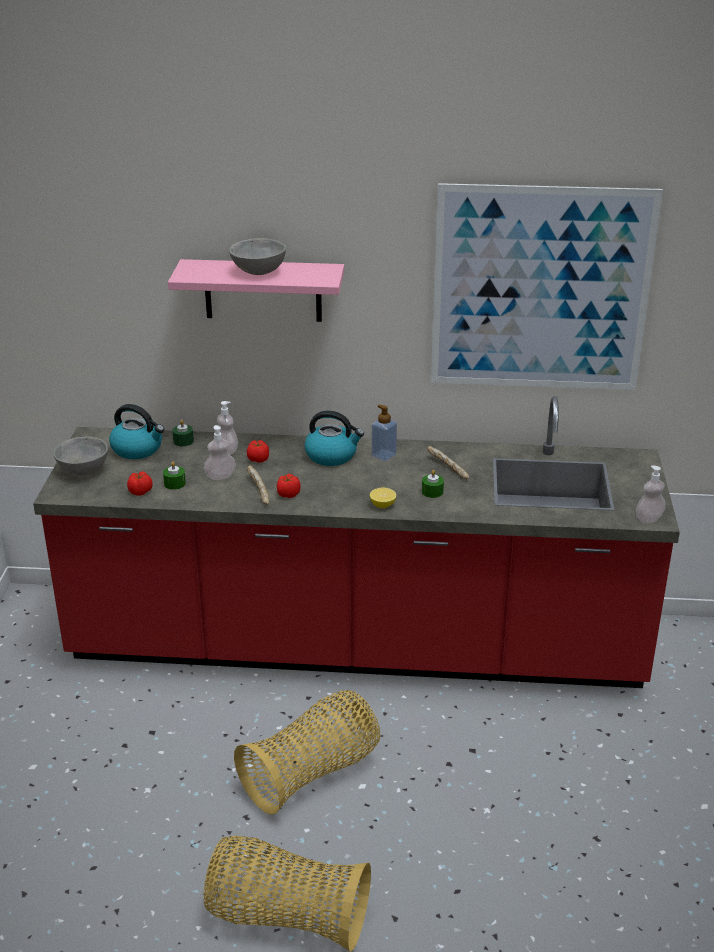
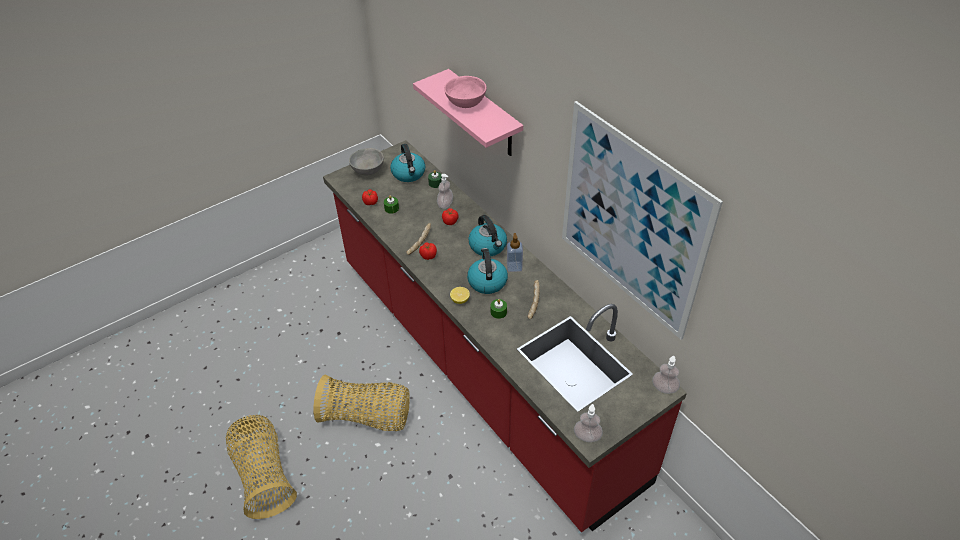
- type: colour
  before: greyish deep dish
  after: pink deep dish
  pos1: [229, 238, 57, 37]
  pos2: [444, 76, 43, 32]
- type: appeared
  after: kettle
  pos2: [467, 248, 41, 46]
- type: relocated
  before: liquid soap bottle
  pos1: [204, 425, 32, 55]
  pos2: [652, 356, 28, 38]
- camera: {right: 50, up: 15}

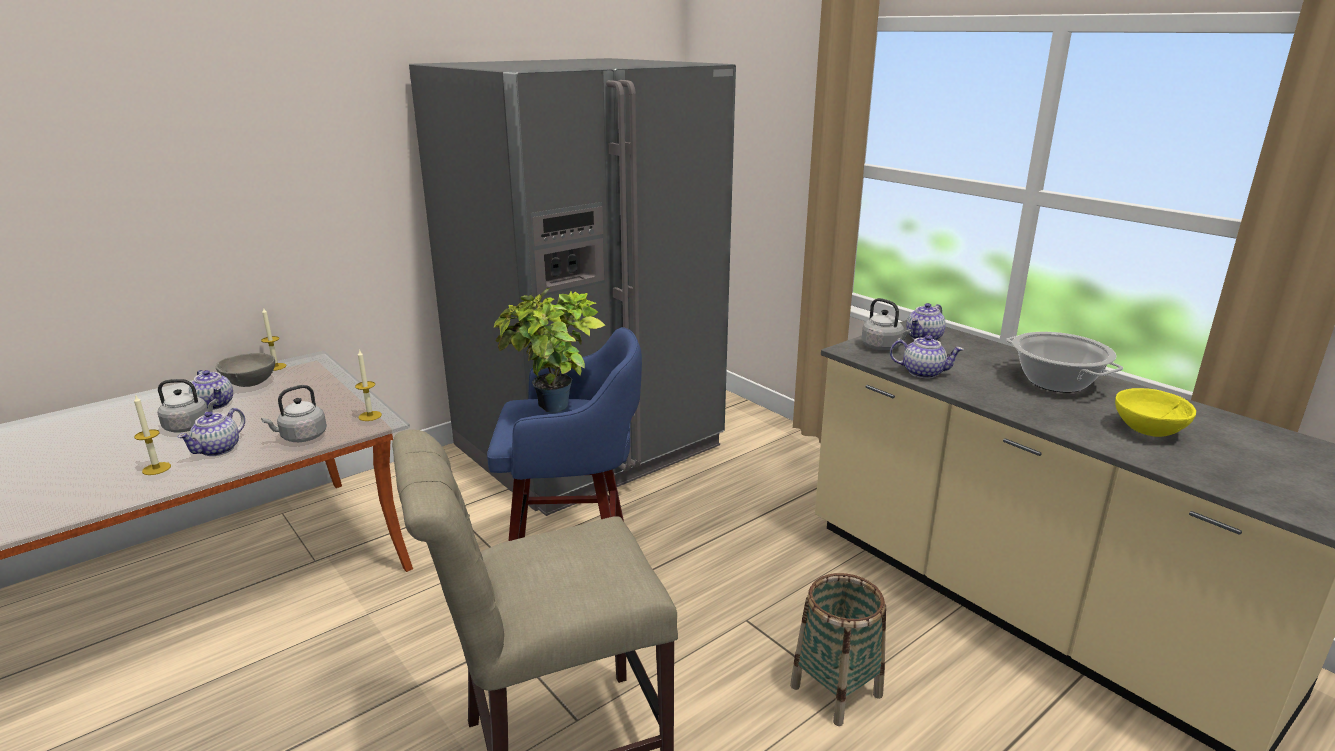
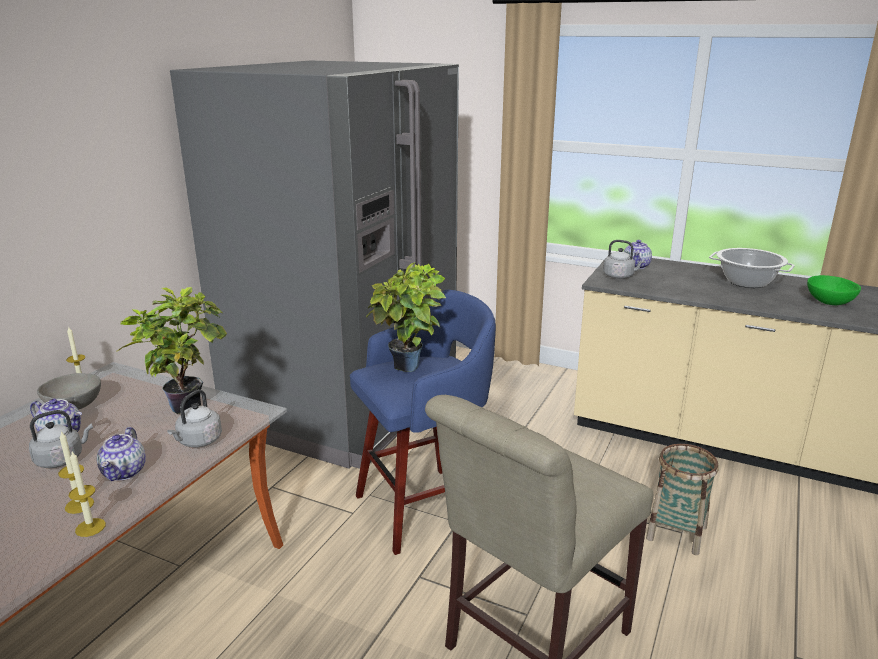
- type: relocated
  before: candle
  pos1: [355, 349, 27, 72]
  pos2: [69, 452, 37, 85]
- type: appeared
  after: houseplant
  pos2: [117, 287, 110, 127]
- type: colour
  before: yellow-coloured deep dish
  after: green deep dish
  pos1: [1115, 388, 81, 49]
  pos2: [807, 275, 54, 30]
- type: missing
  before: pot for tea
  pos1: [890, 335, 74, 44]
- camera: {right: -25, up: 0}

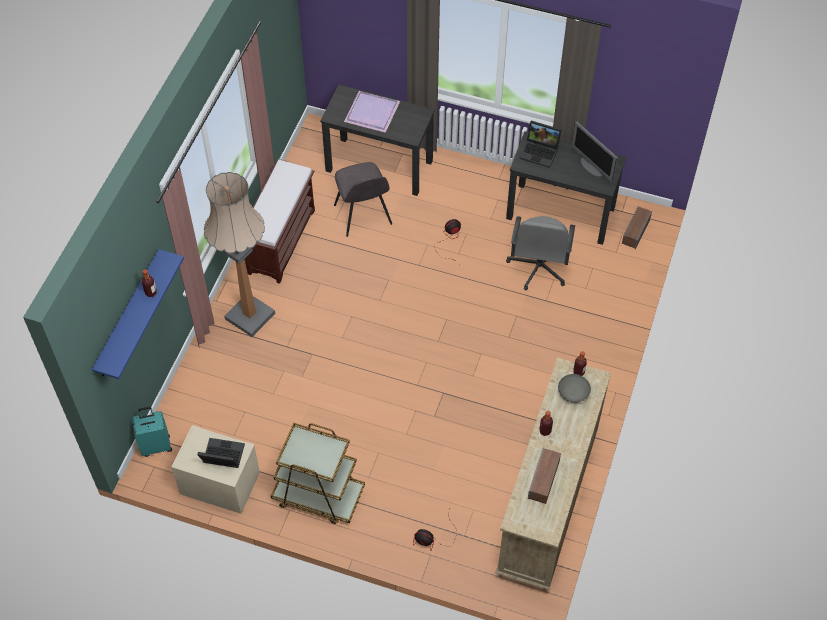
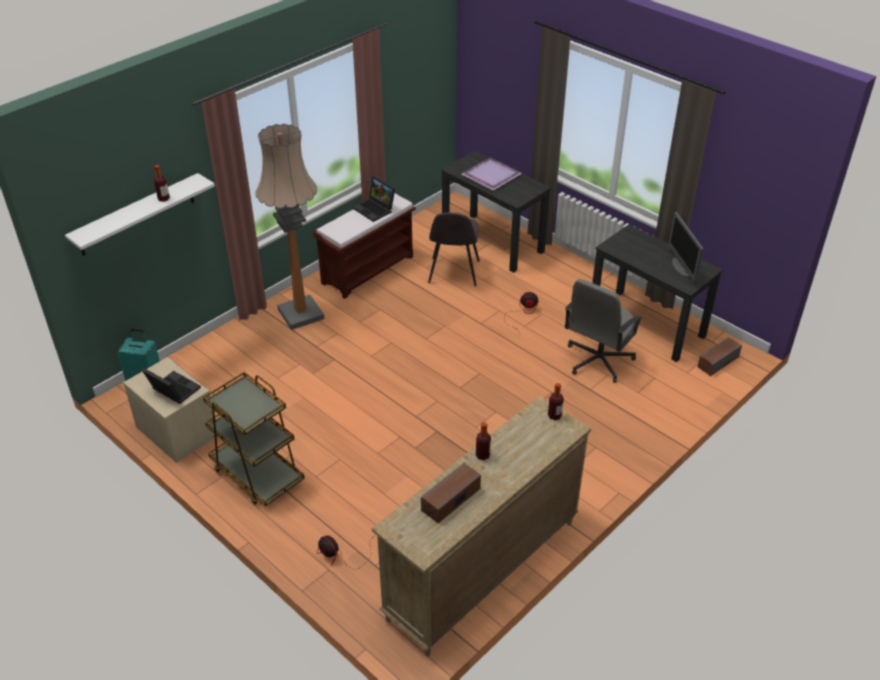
- type: colour
  before: bluish wall shelf
  after: white-coloured wall shelf
  pos1: [92, 249, 92, 130]
  pos2: [65, 173, 150, 83]
- type: relocated
  before: portable computer
  pos1: [519, 120, 43, 48]
  pos2: [353, 176, 42, 46]
- type: missing
  before: greyish deep dish
  pos1: [558, 374, 33, 29]
- camera: {right: 25, up: -15}

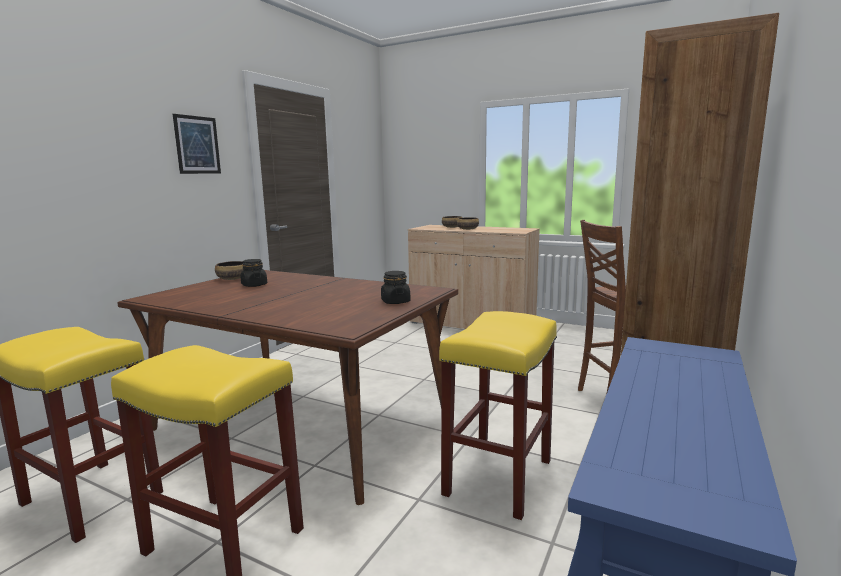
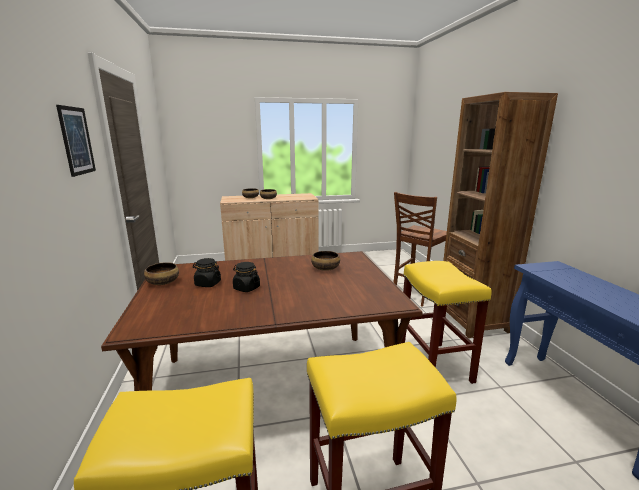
- type: relocated
  before: black-coloured storage jar
  pos1: [381, 271, 30, 33]
  pos2: [233, 262, 27, 30]
- type: appeared
  after: deep dish
  pos2: [311, 251, 29, 20]
- camera: {right: -40, up: 5}

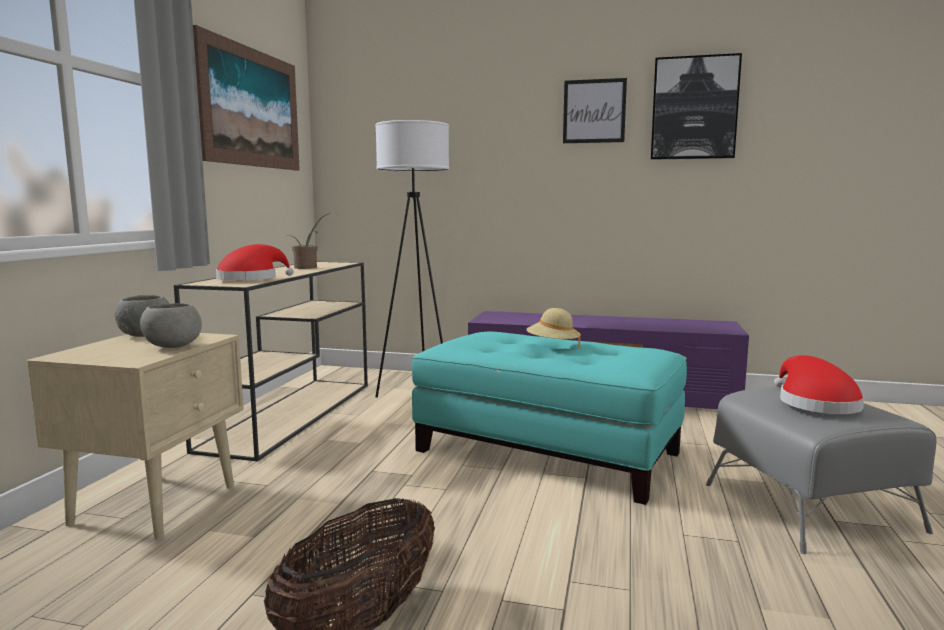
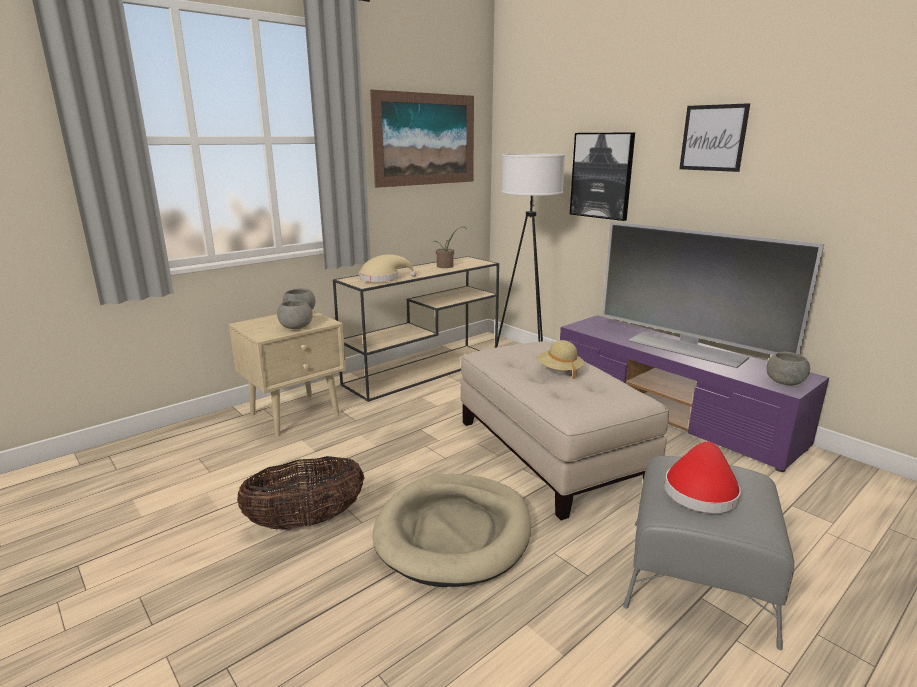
- type: colour
  before: red hat
  after: beige-coloured hat
  pos1: [216, 244, 77, 37]
  pos2: [359, 254, 57, 28]
- type: appeared
  after: beige-coloured dog bed
  pos2: [372, 474, 159, 113]
- type: colour
  before: turquoise pouffe
  after: beige-coloured pouffe
  pos1: [412, 332, 275, 173]
  pos2: [461, 341, 208, 179]
- type: relocated
  before: picture
  pos1: [651, 53, 91, 107]
  pos2: [570, 132, 65, 89]
- type: appeared
  after: TV set
  pos2: [602, 221, 222, 147]
- type: appeared
  after: greyish deep dish
  pos2: [766, 352, 44, 34]
- camera: {right: 35, up: 10}

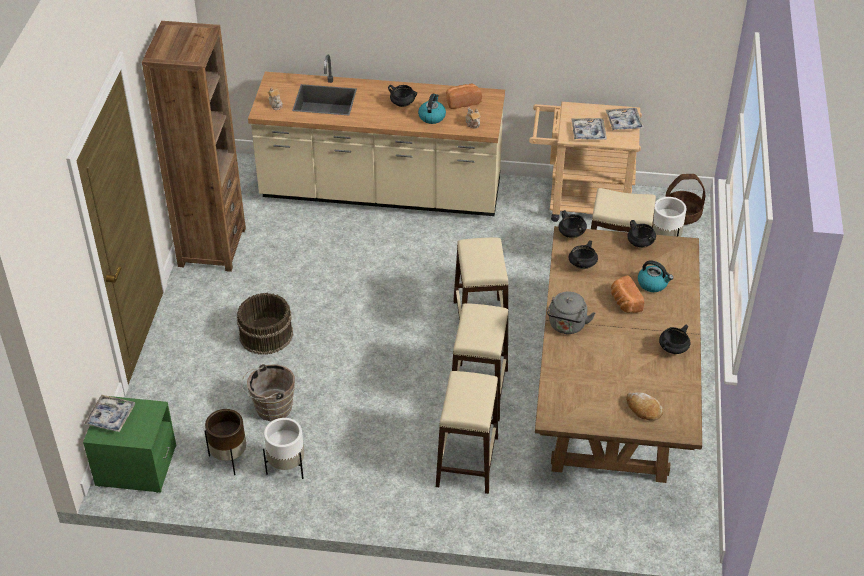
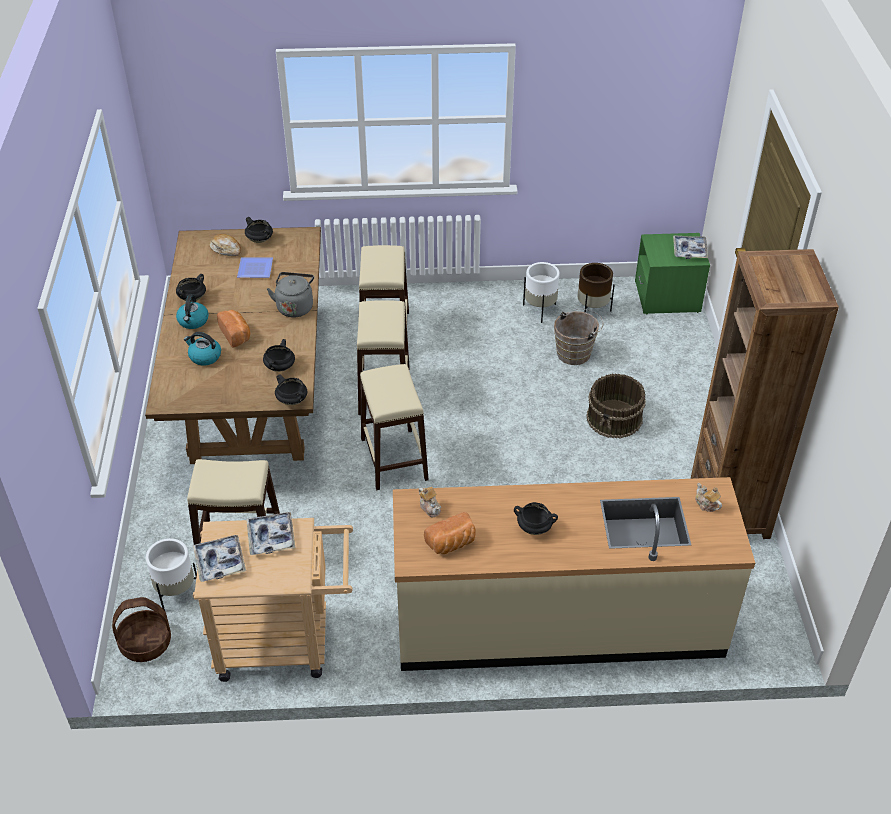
- type: relocated
  before: kettle
  pos1: [418, 94, 28, 30]
  pos2: [176, 294, 33, 35]
- type: appeared
  after: dinner plate
  pos2: [237, 257, 36, 21]
- type: relocated
  before: black-coloured cooking pot
  pos1: [628, 220, 28, 28]
  pos2: [245, 217, 28, 26]
- camera: {right: 170, up: 0}

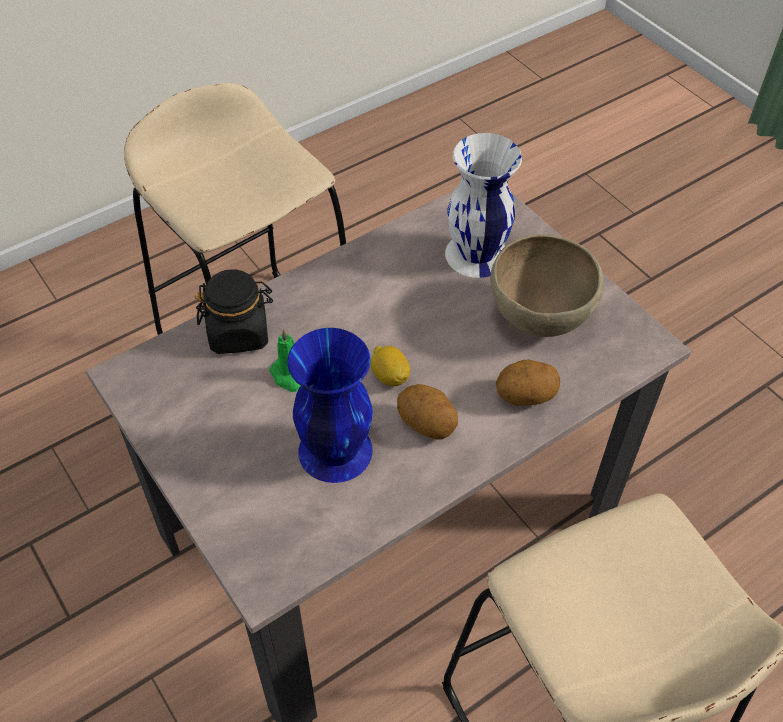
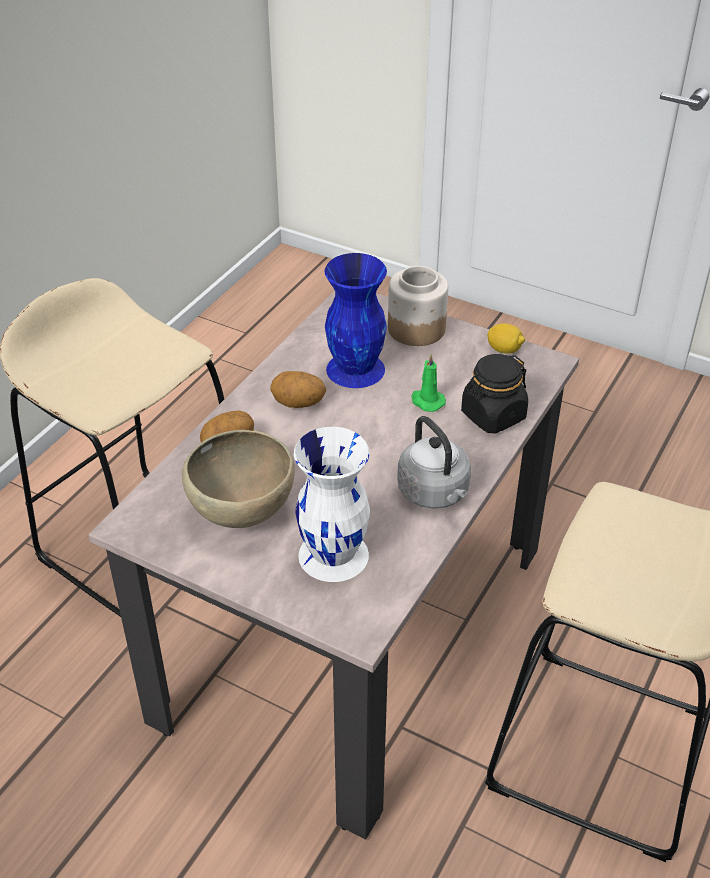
- type: appeared
  after: storage jar
  pos2: [388, 266, 60, 80]
- type: appeared
  after: greyish kettle
  pos2: [397, 416, 74, 93]
- type: relocated
  before: lemon
  pos1: [371, 346, 39, 40]
  pos2: [487, 323, 38, 31]
- camera: {right: 155, up: -10}

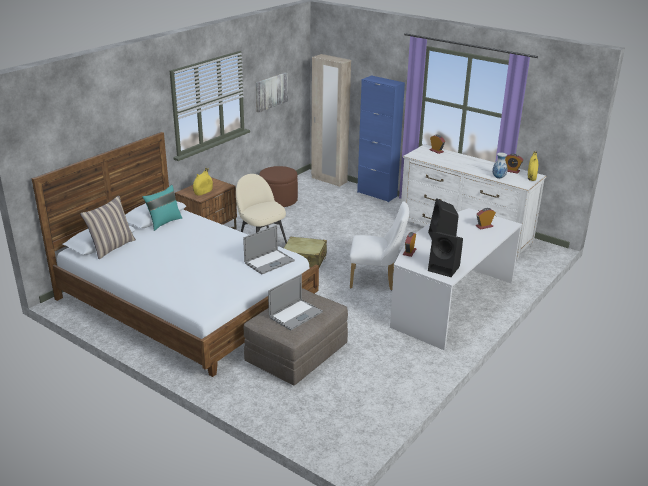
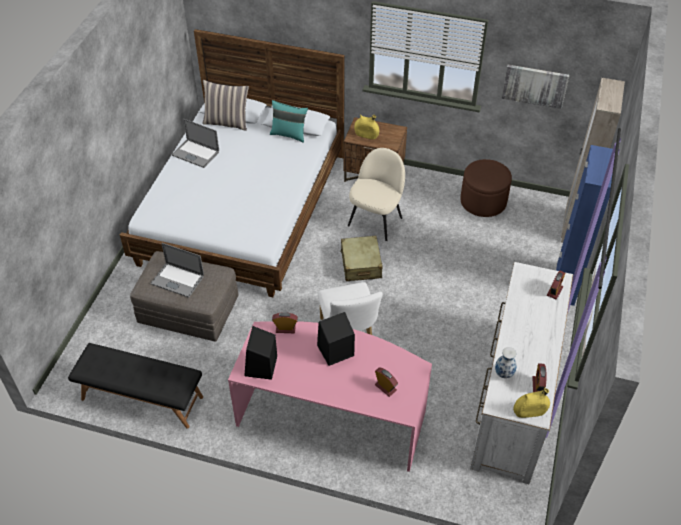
- type: appeared
  after: black-coloured indoor bench
  pos2: [68, 343, 135, 86]
- type: relocated
  before: portable computer
  pos1: [243, 225, 52, 49]
  pos2: [172, 119, 47, 49]
- type: colour
  before: white-coloured desk table
  after: pink desk table
  pos1: [390, 208, 132, 142]
  pos2: [228, 321, 204, 151]
- camera: {right: 70, up: 20}

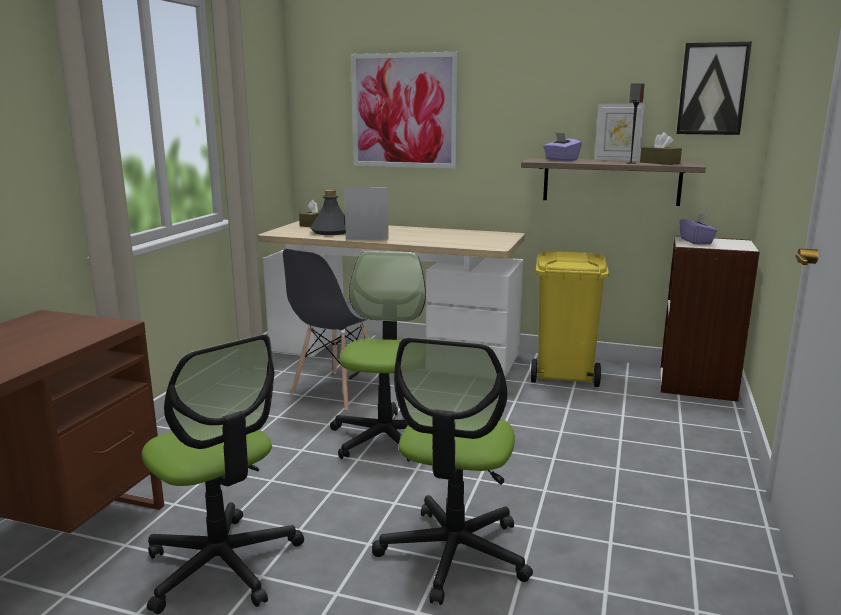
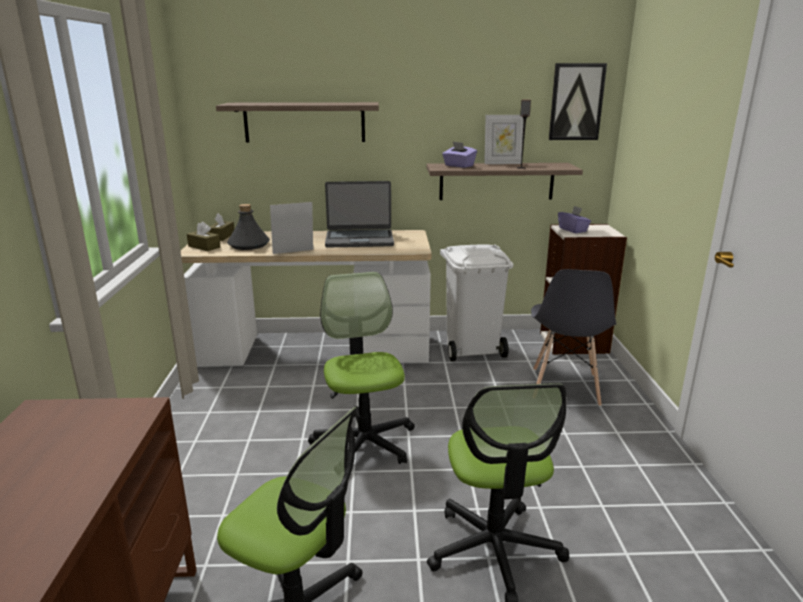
- type: relocated
  before: brown-coloured tissue box
  pos1: [640, 132, 42, 33]
  pos2: [187, 222, 34, 29]
- type: exchanged
  before: picture
  after: wall shelf
  pos1: [351, 52, 107, 117]
  pos2: [216, 102, 163, 41]
- type: appeared
  after: portable computer
  pos2: [325, 181, 69, 67]
- type: colour
  before: yellow-coloured waste bin
  after: white-coloured waste bin
  pos1: [531, 252, 78, 135]
  pos2: [440, 245, 73, 116]
- type: relocated
  before: greyish upright chair
  pos1: [283, 249, 87, 161]
  pos2: [531, 269, 85, 137]
- camera: {right: -20, up: 5}

